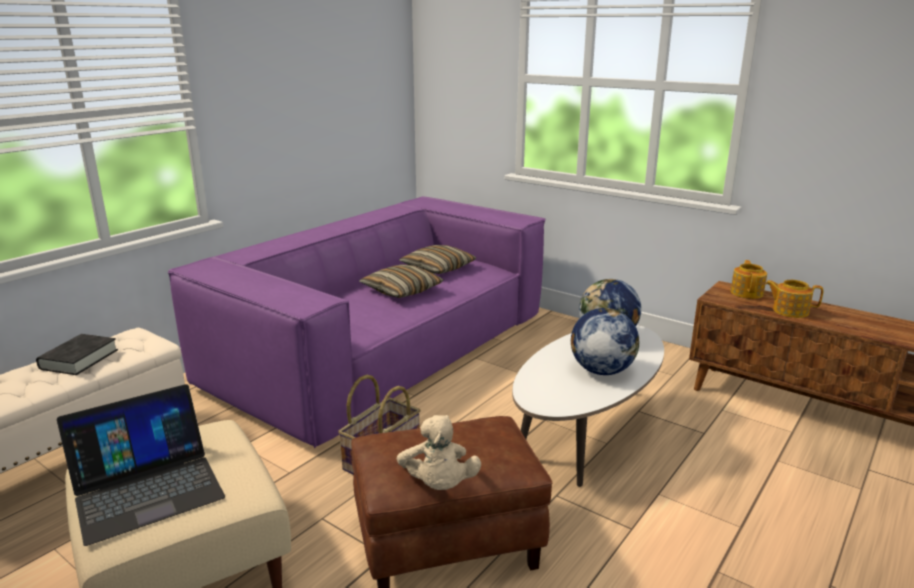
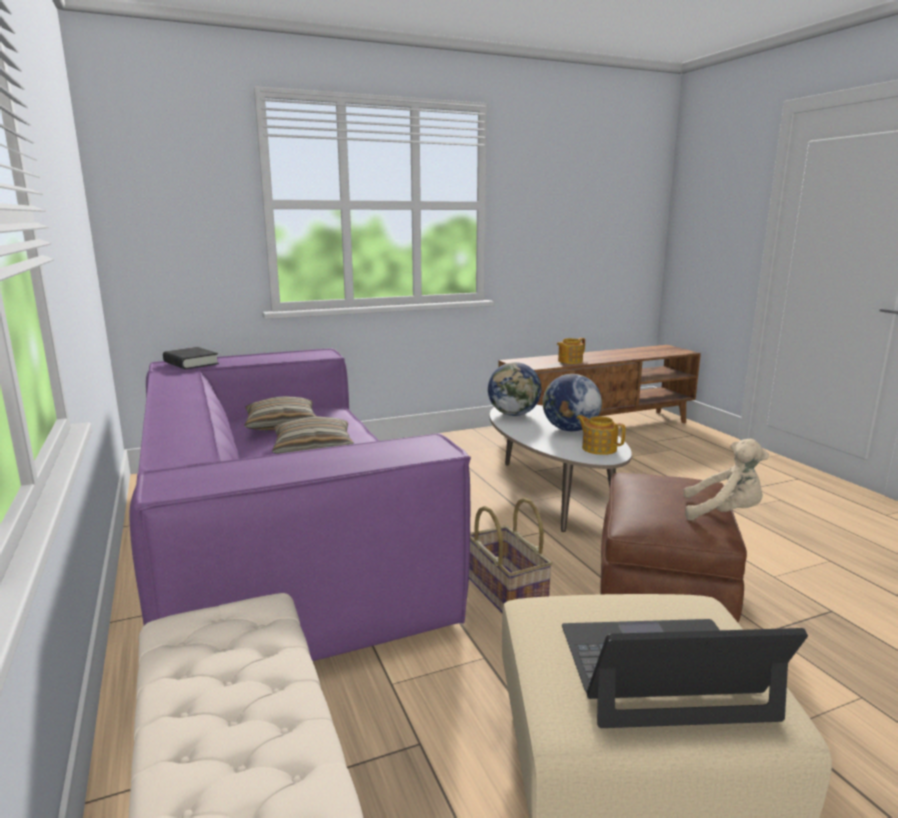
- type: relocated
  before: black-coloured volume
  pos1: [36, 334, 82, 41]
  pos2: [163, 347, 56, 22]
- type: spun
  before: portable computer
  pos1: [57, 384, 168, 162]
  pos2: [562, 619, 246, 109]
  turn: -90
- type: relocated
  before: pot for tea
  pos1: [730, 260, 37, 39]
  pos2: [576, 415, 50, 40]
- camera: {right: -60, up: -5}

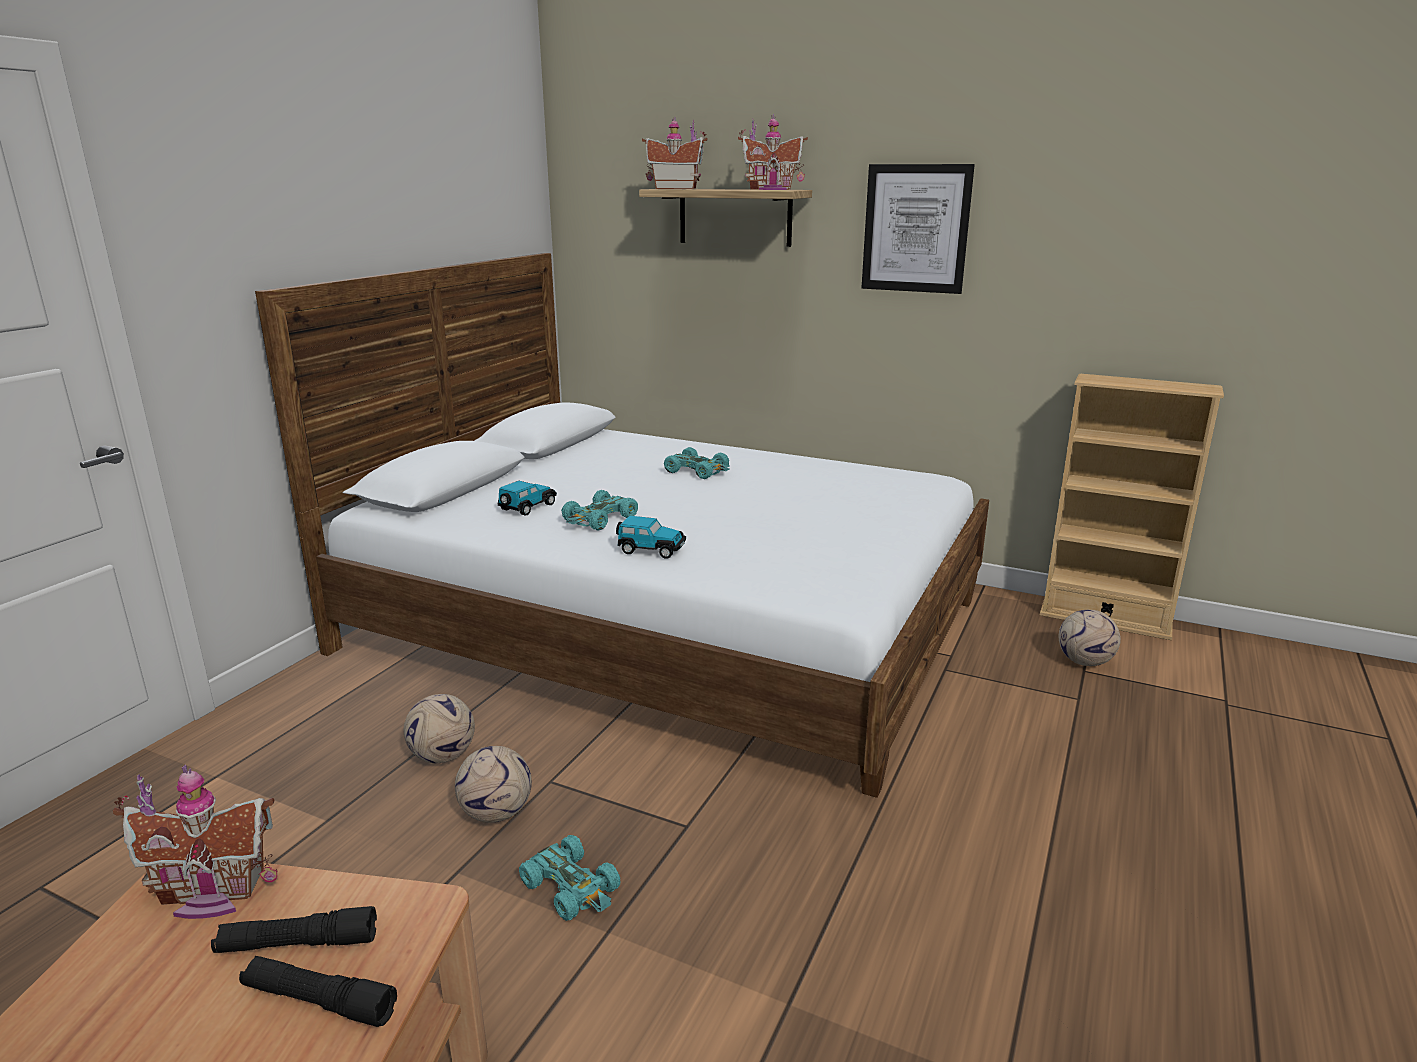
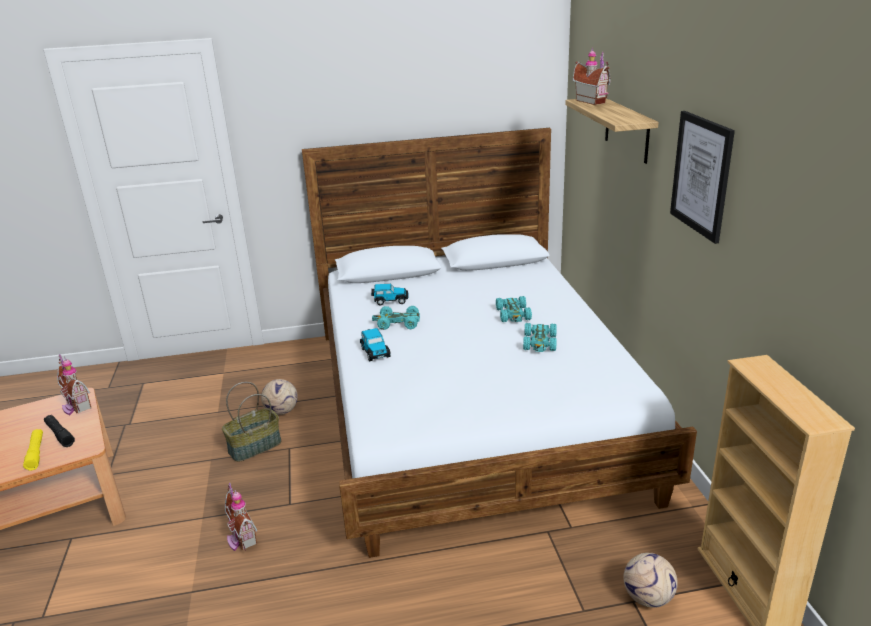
- type: colour
  before: black-coloured hand torch
  after: yellow-coloured hand torch
  pos1: [239, 956, 158, 71]
  pos2: [23, 429, 20, 42]
- type: exchanged
  before: ball for football
  after: basket
  pos1: [455, 746, 77, 77]
  pos2: [222, 382, 59, 80]
- type: relocated
  before: toy house
  pos1: [738, 114, 70, 76]
  pos2: [225, 483, 33, 68]
- type: relocated
  before: turquoise model car
  pos1: [519, 835, 102, 86]
  pos2: [523, 323, 34, 29]
- camera: {right: 55, up: 5}

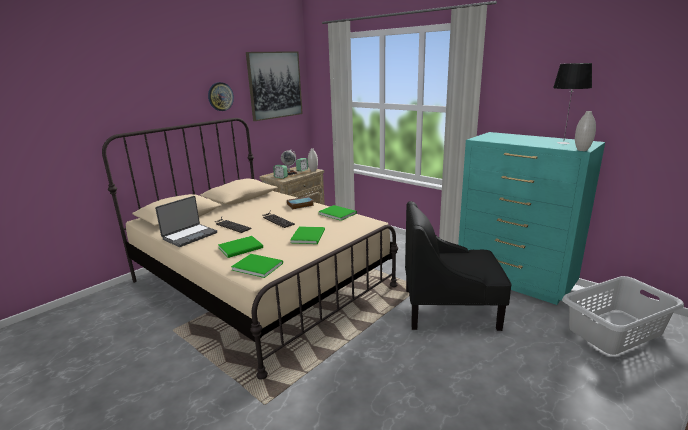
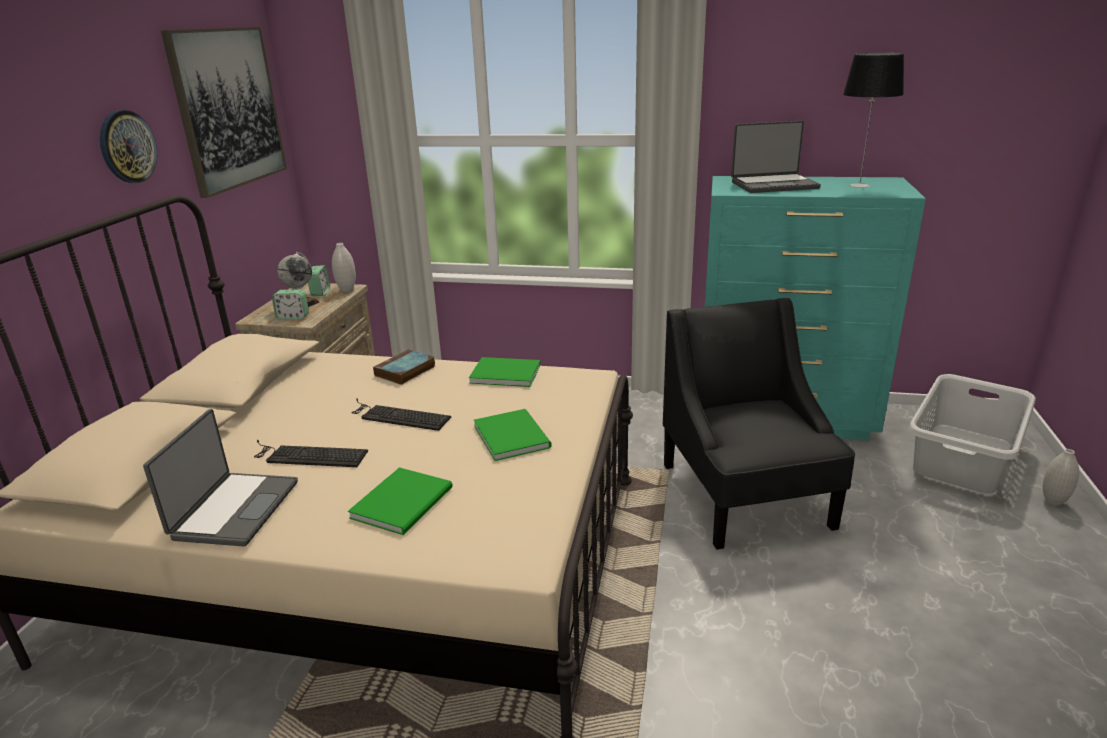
- type: spun
  before: black-coloured lounge chair
  pos1: [405, 201, 107, 130]
  pos2: [663, 298, 192, 252]
  turn: 105
- type: appeared
  after: portable computer
  pos2: [731, 121, 90, 72]
- type: relocated
  before: white-coloured vase
  pos1: [575, 111, 21, 40]
  pos2: [1043, 449, 36, 57]
- type: missing
  before: green volume
  pos1: [231, 254, 52, 24]
- camera: {right: -30, up: 5}

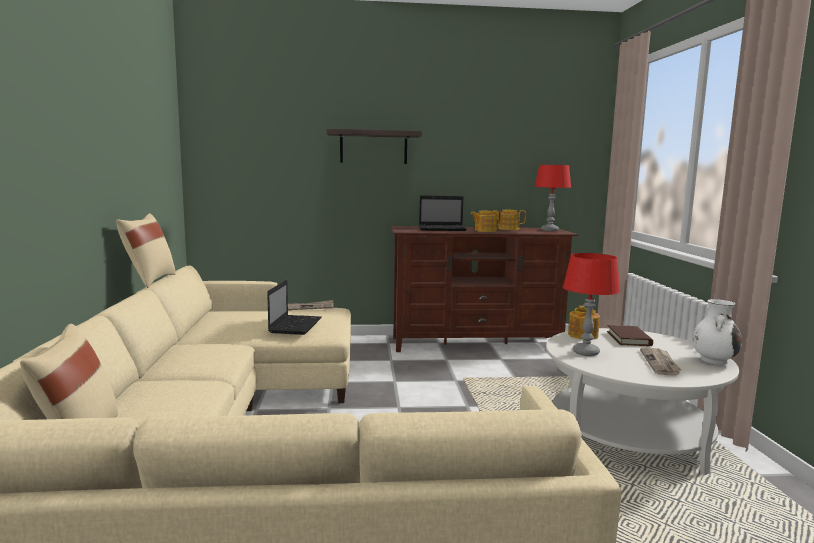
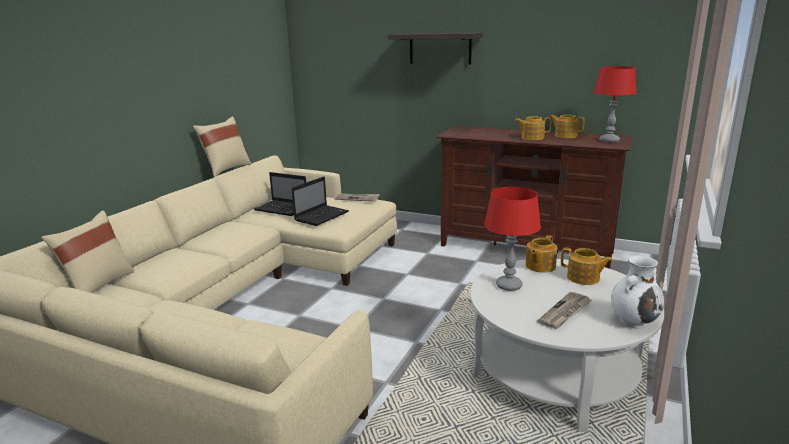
- type: relocated
  before: portable computer
  pos1: [419, 195, 48, 36]
  pos2: [254, 172, 52, 44]
- type: exchanged
  before: brown-coloured volume
  after: pot for tea
  pos1: [607, 325, 46, 21]
  pos2: [561, 247, 52, 38]
- camera: {right: 30, up: 10}

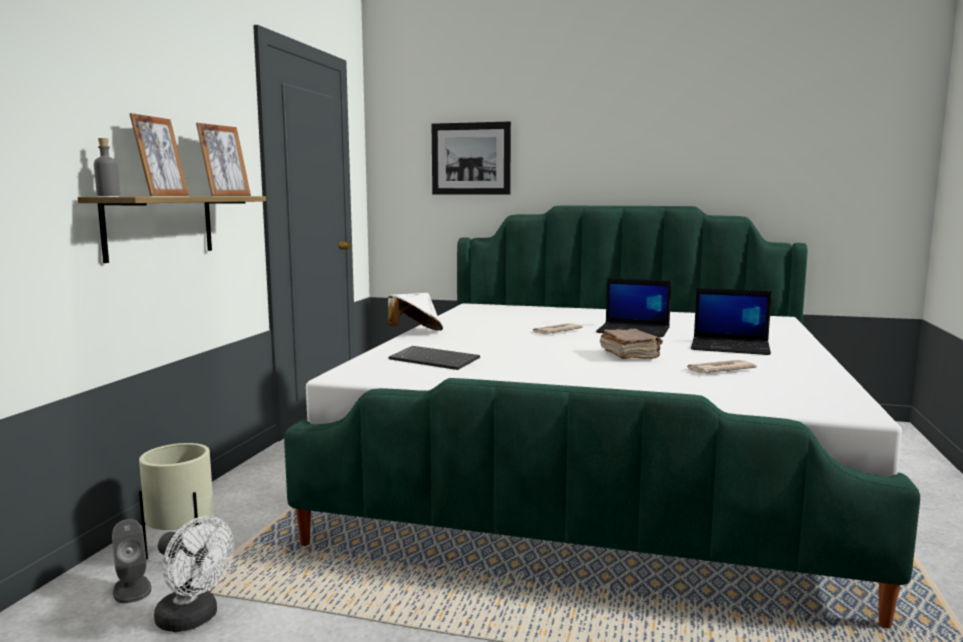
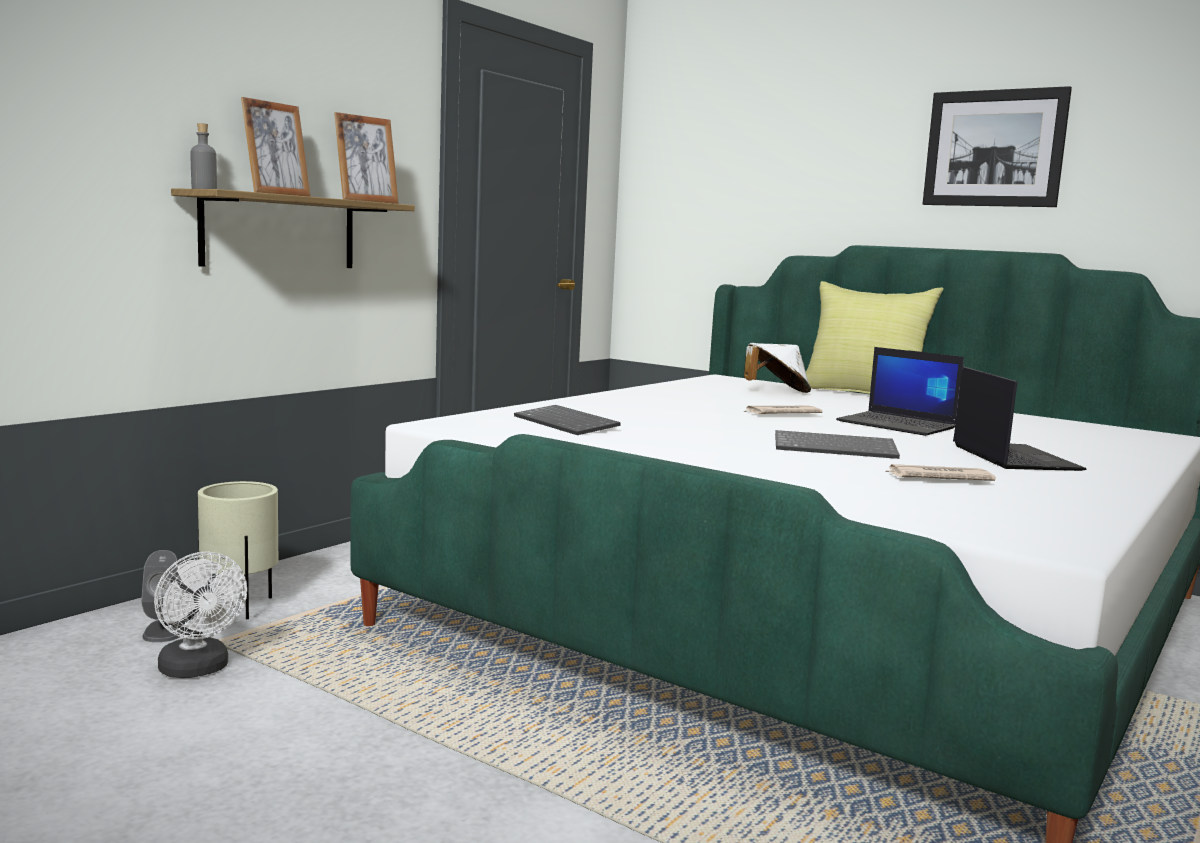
- type: relocated
  before: white-coloured hat
  pos1: [388, 293, 55, 38]
  pos2: [744, 343, 67, 50]
- type: exchanged
  before: brown-coloured volume
  after: PC keyboard
  pos1: [600, 329, 63, 30]
  pos2: [775, 430, 125, 29]
- type: appeared
  after: yellow-coloured cushion
  pos2: [806, 281, 138, 113]
- type: relocated
  before: picture
  pos1: [432, 121, 79, 73]
  pos2: [923, 86, 149, 121]
- type: spun
  before: portable computer
  pos1: [691, 288, 81, 67]
  pos2: [953, 367, 134, 104]
  turn: -135
- camera: {right: 20, up: 0}

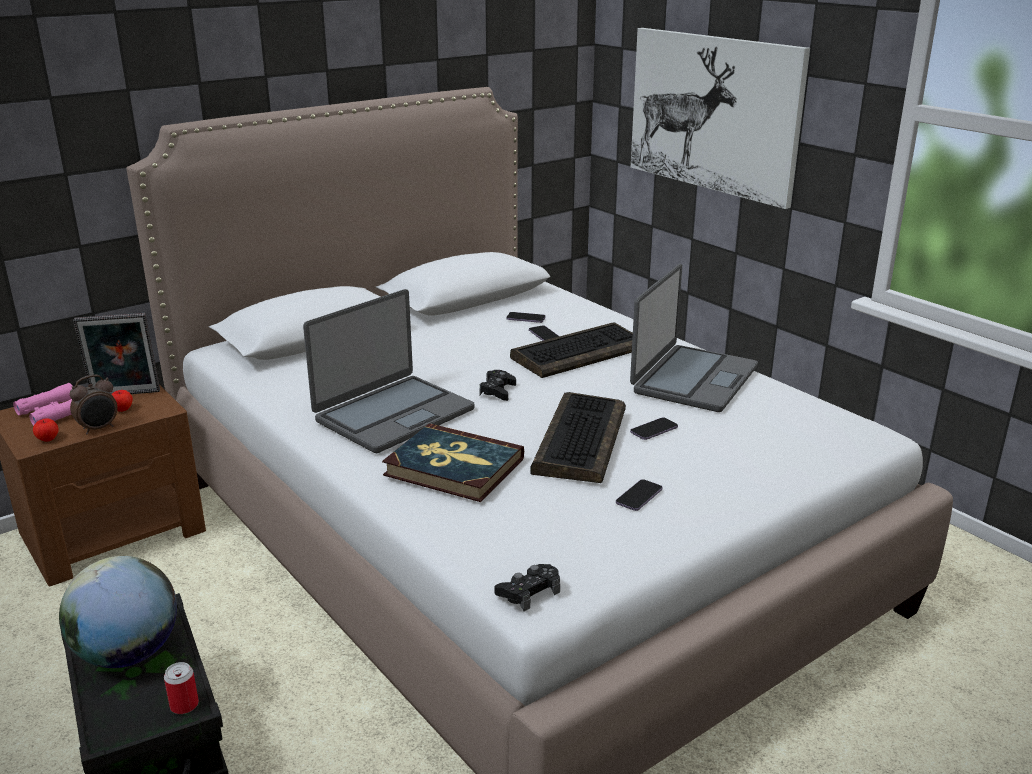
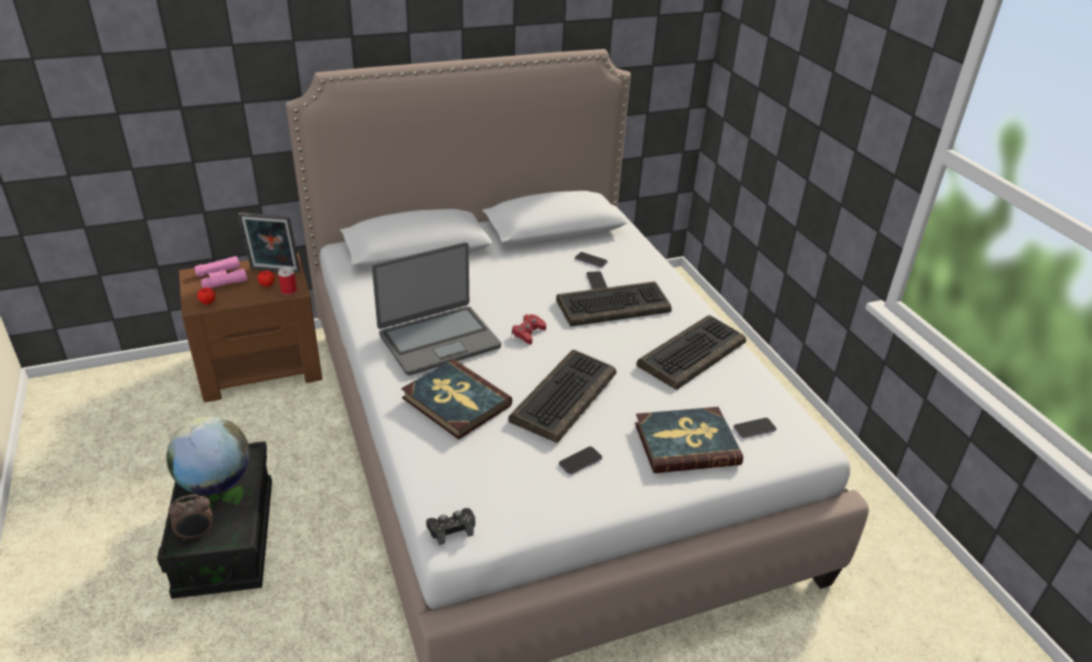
- type: relocated
  before: alarm clock
  pos1: [70, 375, 48, 60]
  pos2: [168, 494, 45, 47]
- type: relocated
  before: sealed can
  pos1: [164, 662, 35, 52]
  pos2: [278, 266, 19, 29]
- type: colour
  before: black-coloured game controller
  after: red game controller
  pos1: [479, 370, 37, 31]
  pos2: [512, 314, 34, 30]
- type: appeared
  after: volume
  pos2: [635, 407, 108, 66]
- type: exchanged
  before: portable computer
  after: PC keyboard
  pos1: [630, 264, 128, 148]
  pos2: [637, 315, 109, 75]
- type: relocated
  before: handset
  pos1: [630, 417, 48, 23]
  pos2: [734, 418, 42, 20]
- type: missing
  before: picture
  pos1: [631, 28, 179, 181]
- camera: {right: 15, up: 10}

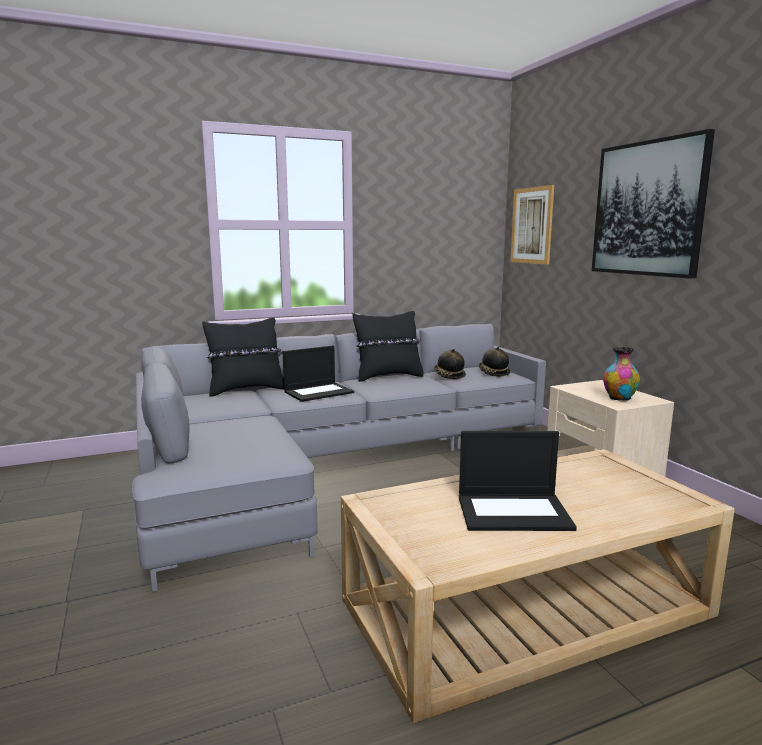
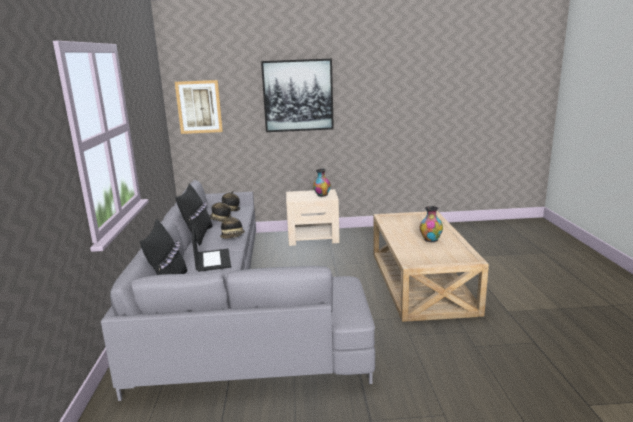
- type: appeared
  after: hat
  pos2: [220, 214, 25, 24]
- type: exchanged
  before: portable computer
  after: vase
  pos1: [459, 431, 118, 100]
  pos2: [420, 206, 23, 36]
- camera: {right: -70, up: 5}

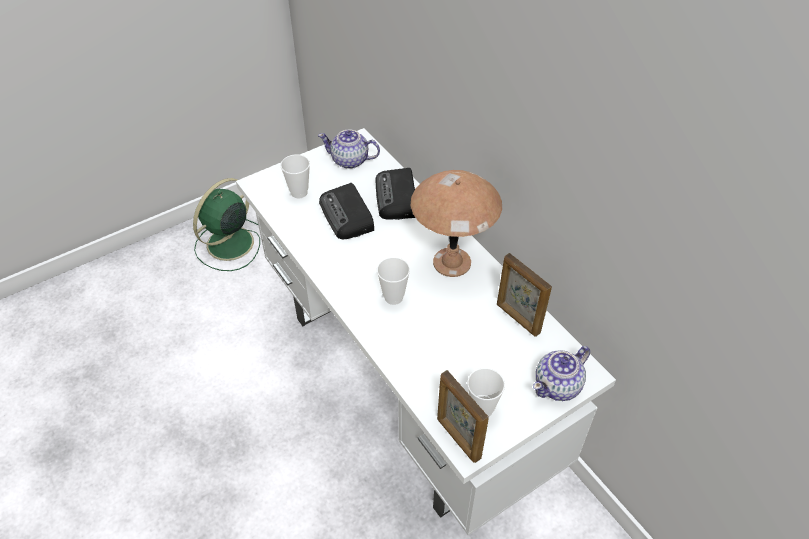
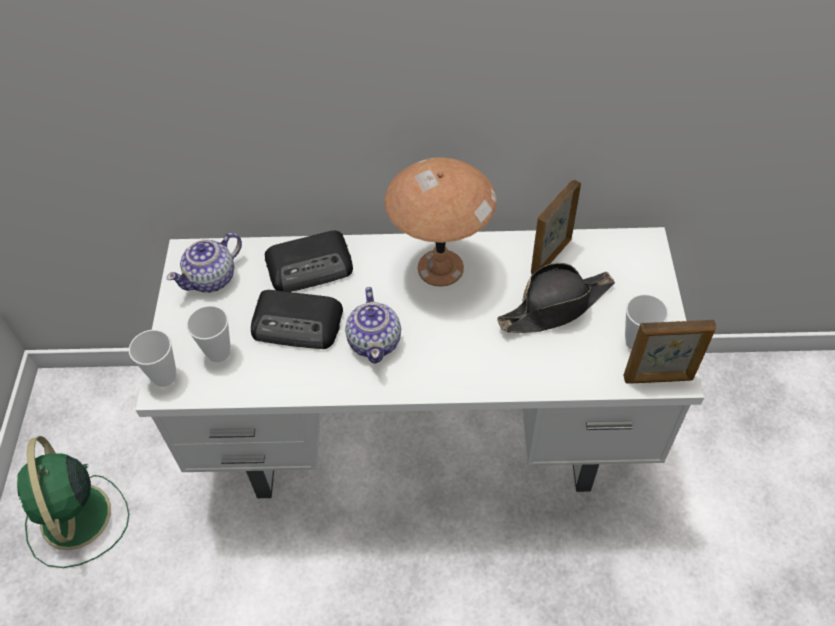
- type: relocated
  before: small cup
  pos1: [377, 257, 33, 48]
  pos2: [129, 330, 47, 57]
- type: spun
  before: radio
  pos1: [375, 168, 40, 52]
  pos2: [265, 231, 88, 61]
  turn: -45
- type: relocated
  before: pot for tea
  pos1: [533, 346, 57, 55]
  pos2: [345, 287, 56, 77]
- type: appeared
  after: black-coloured hat
  pos2: [497, 263, 118, 70]
- type: spun
  before: standing frame
  pos1: [497, 253, 55, 84]
  pos2: [531, 180, 50, 95]
  turn: 135
- camera: {right: -55, up: 5}

